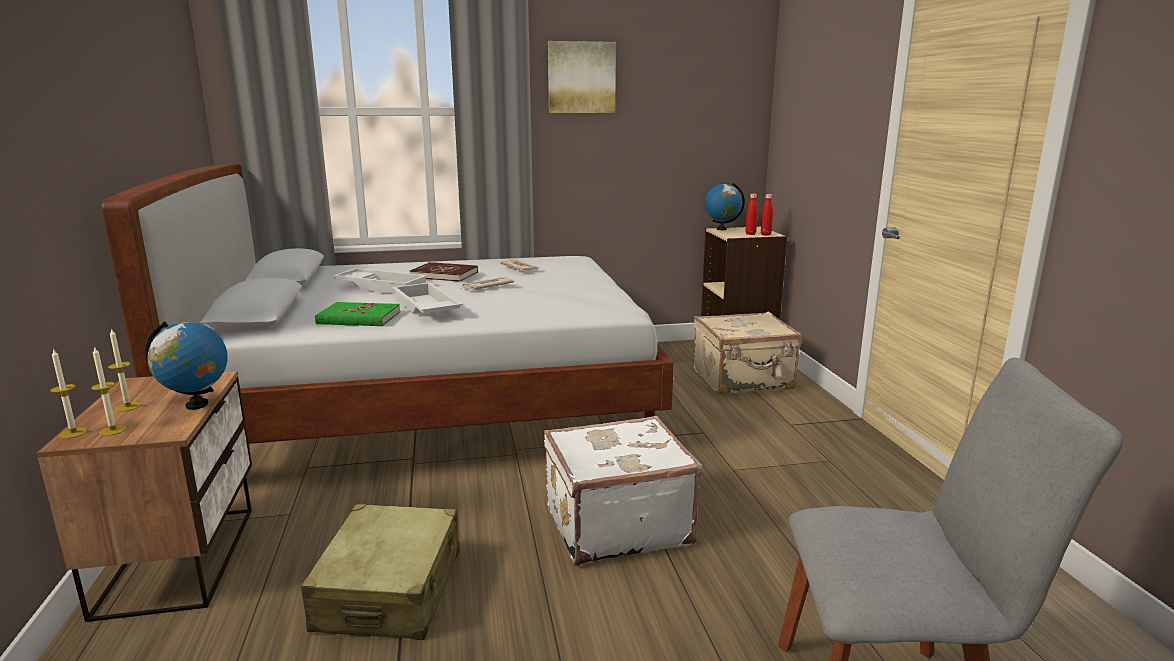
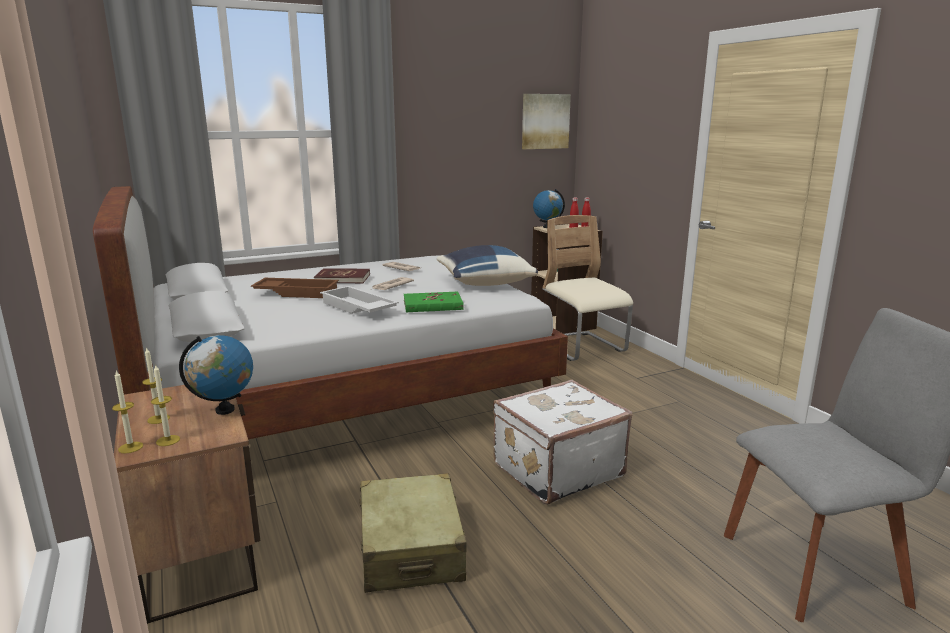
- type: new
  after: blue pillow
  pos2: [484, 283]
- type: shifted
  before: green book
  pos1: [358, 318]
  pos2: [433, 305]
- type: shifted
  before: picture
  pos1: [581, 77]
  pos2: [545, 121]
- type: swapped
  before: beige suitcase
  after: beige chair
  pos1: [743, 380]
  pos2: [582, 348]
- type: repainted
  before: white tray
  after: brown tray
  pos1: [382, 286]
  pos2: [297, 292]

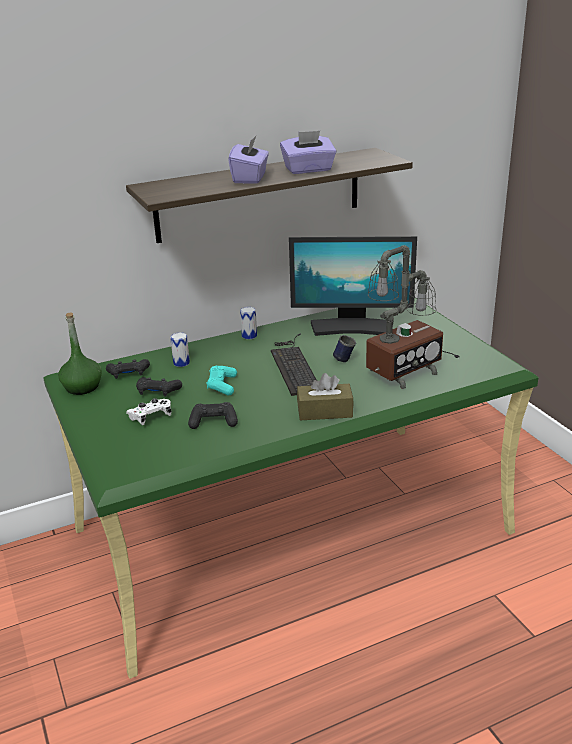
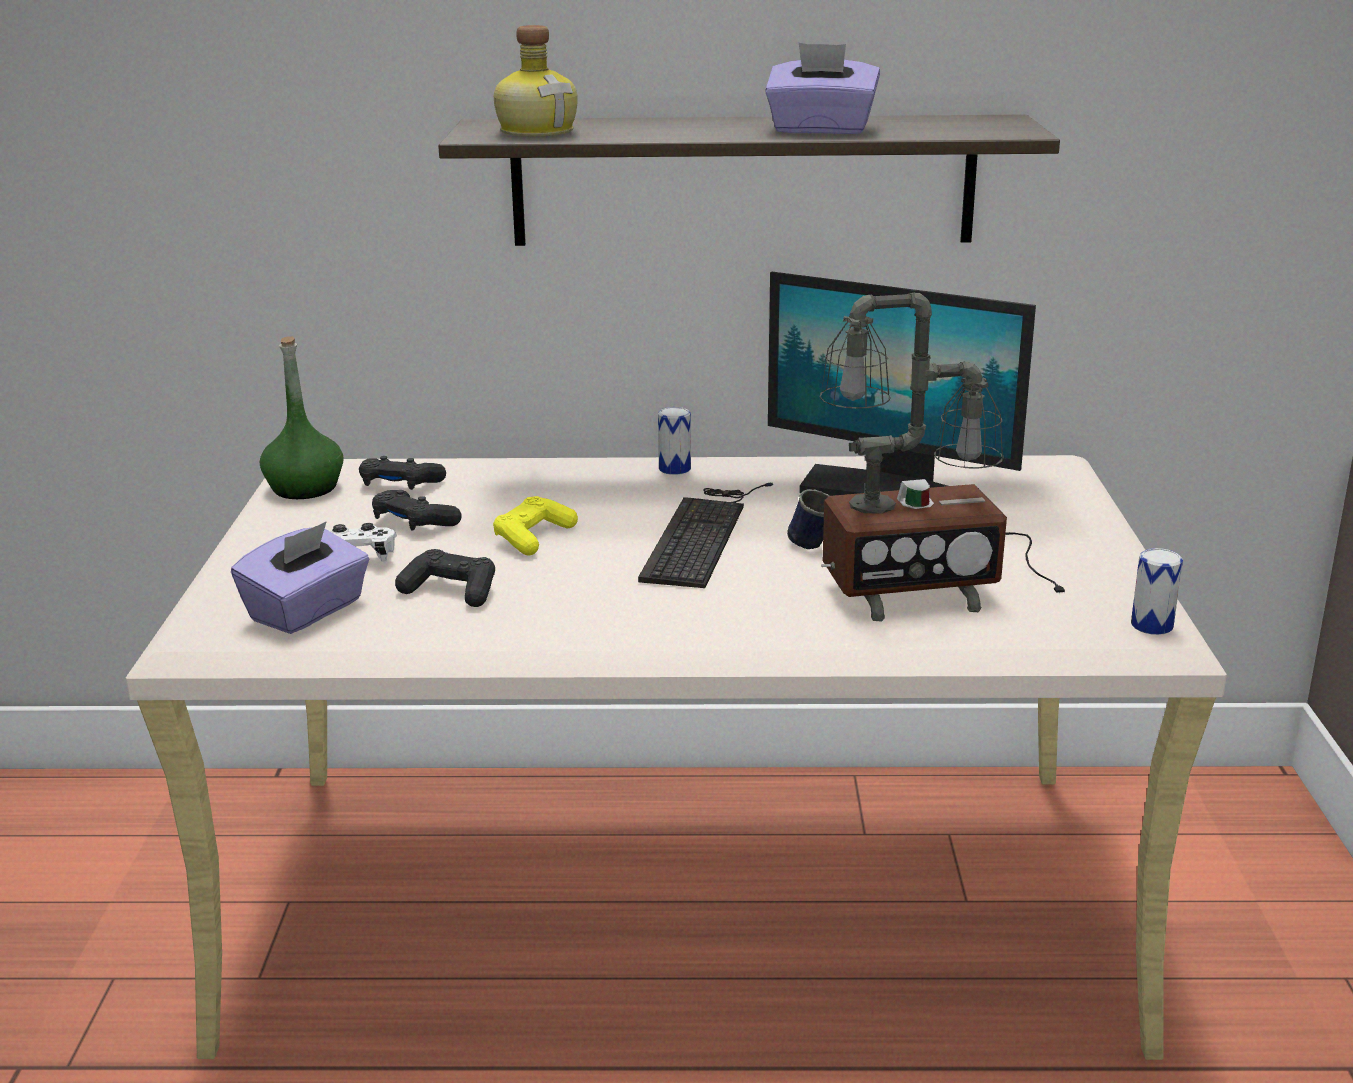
- type: gone
  before: brown tissue box
  pos1: [325, 411]
- type: new
  after: bottle
  pos2: [538, 132]
- type: shifted
  before: can
  pos1: [181, 363]
  pos2: [1152, 625]
- type: shifted
  before: purple tissue box
  pos1: [250, 178]
  pos2: [307, 611]
- type: repainted
  before: green desk
  after: beige desk
  pos1: [293, 530]
  pos2: [683, 899]
- type: repainted
  before: turquoise game controller
  after: yellow game controller
  pos1: [222, 385]
  pos2: [533, 537]

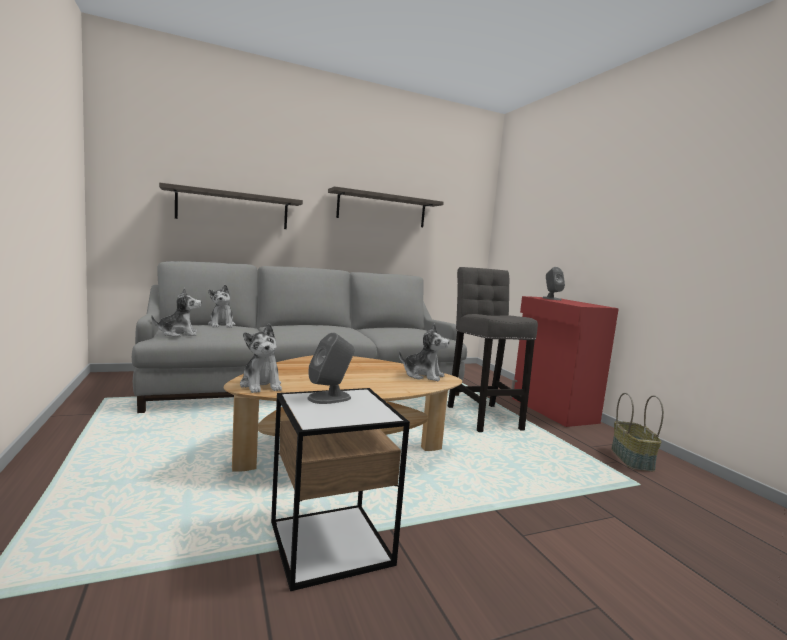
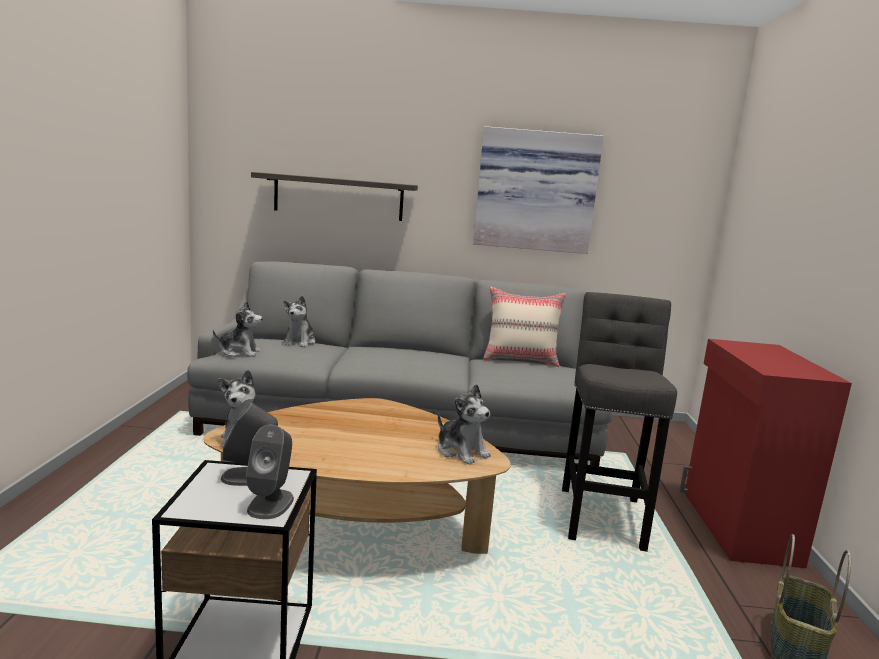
- type: new
  after: beige pillow
  pos2: [520, 360]
- type: shifted
  before: grey speaker
  pos1: [551, 298]
  pos2: [271, 503]
- type: swapped
  before: shelf
  after: picture
  pos1: [382, 209]
  pos2: [535, 191]

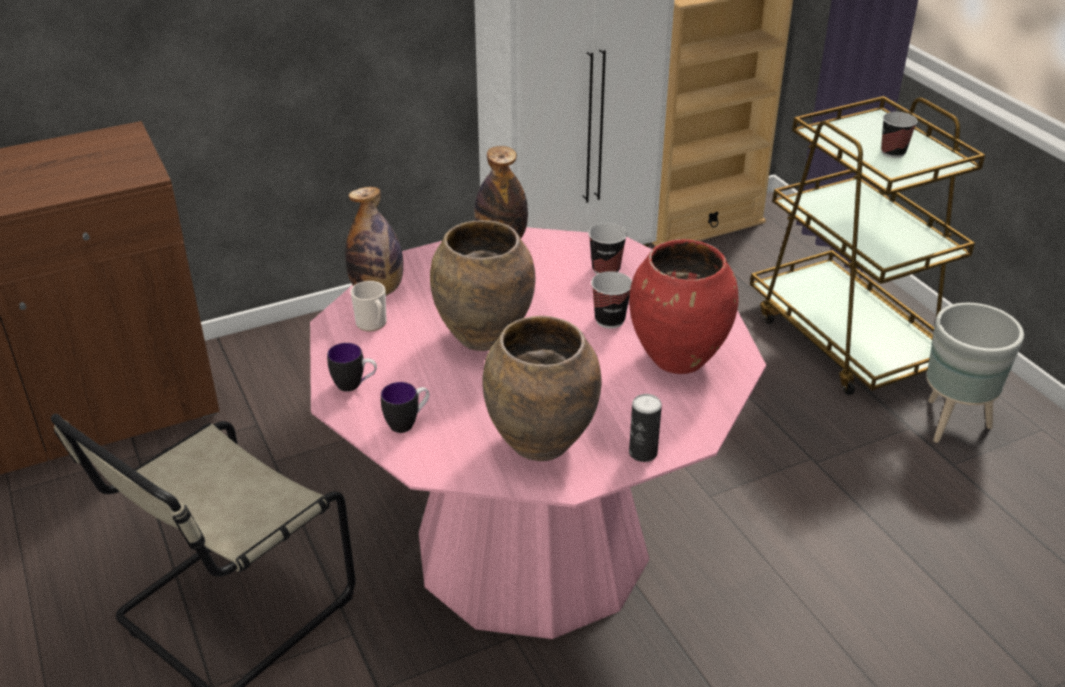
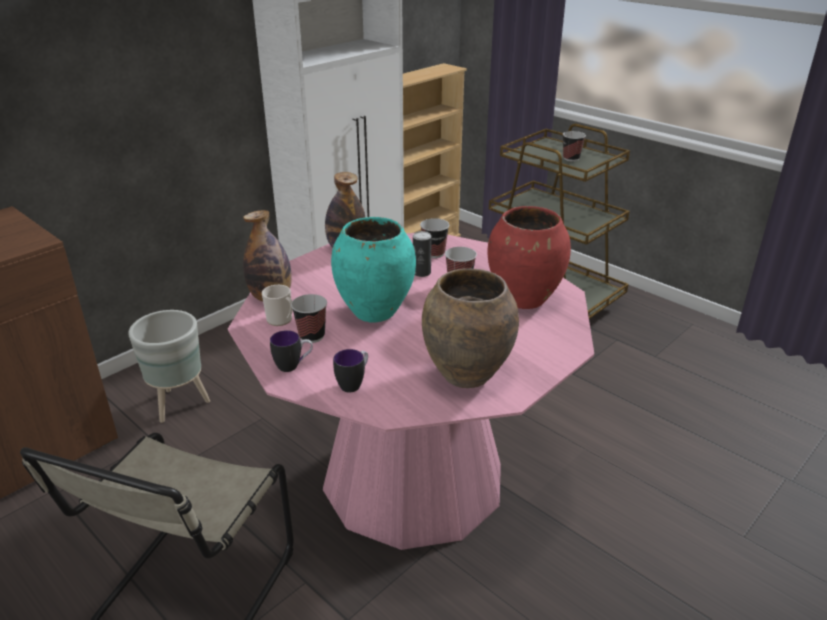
- type: new
  after: cup
  pos2: [312, 336]
- type: shifted
  before: can
  pos1: [643, 453]
  pos2: [421, 273]
- type: shifted
  before: grey planter
  pos1: [952, 422]
  pos2: [180, 404]
- type: repainted
  before: brown vase
  after: turquoise vase
  pos1: [483, 336]
  pos2: [374, 312]

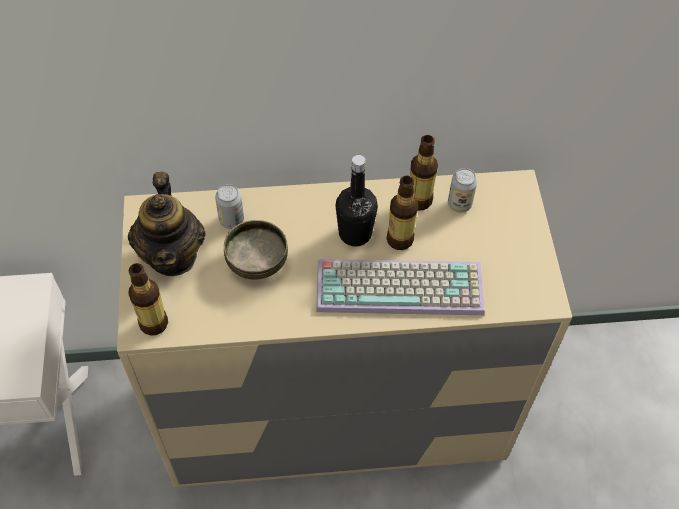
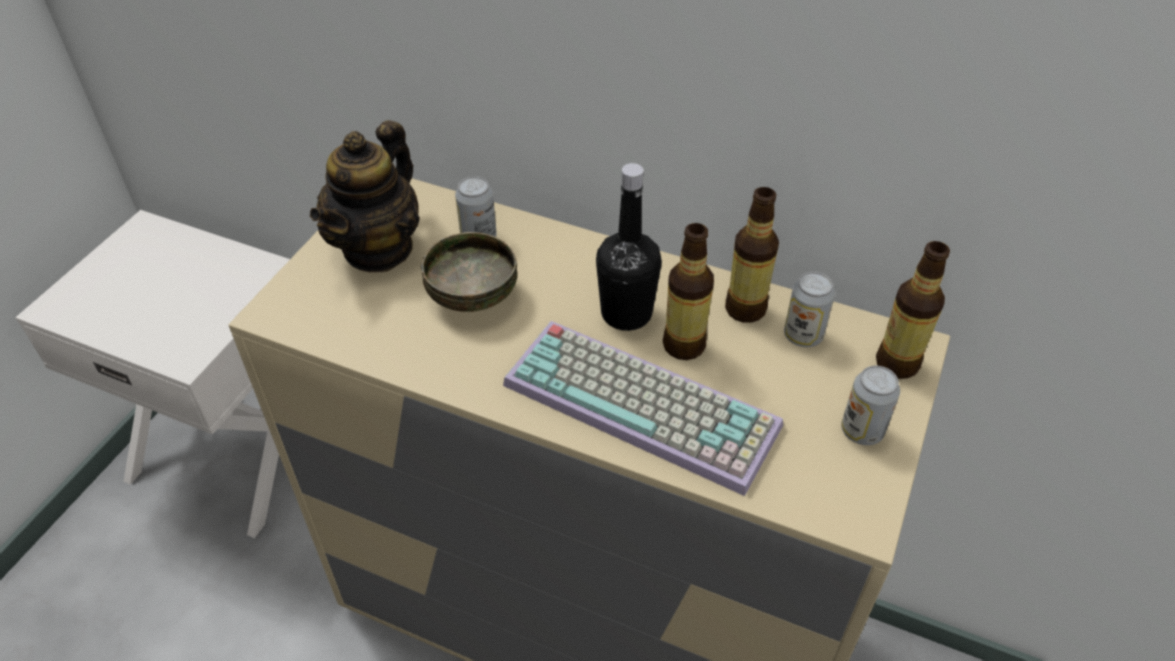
- type: new
  after: can
  pos2: [862, 431]
- type: shifted
  before: bottle
  pos1: [154, 323]
  pos2: [897, 363]

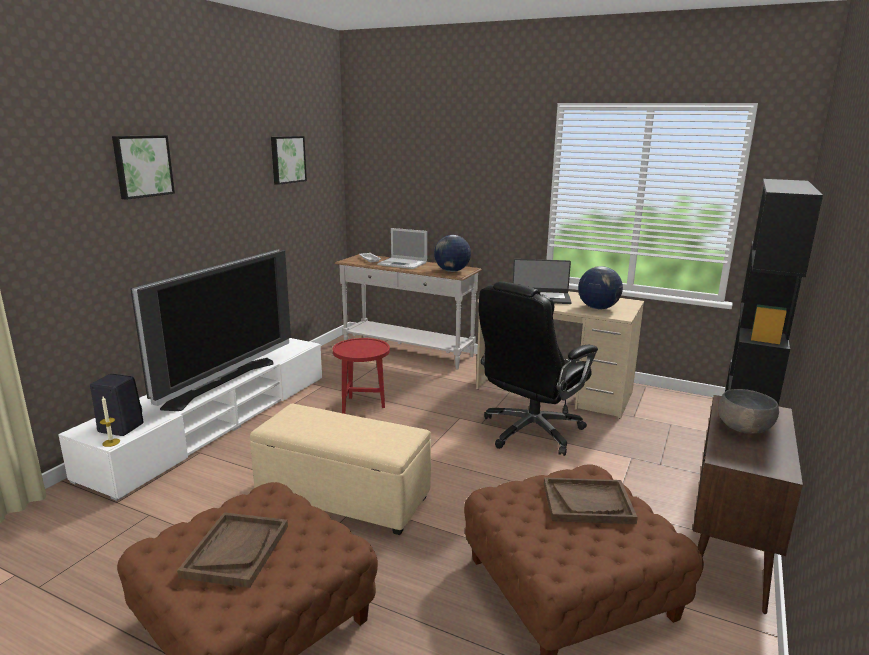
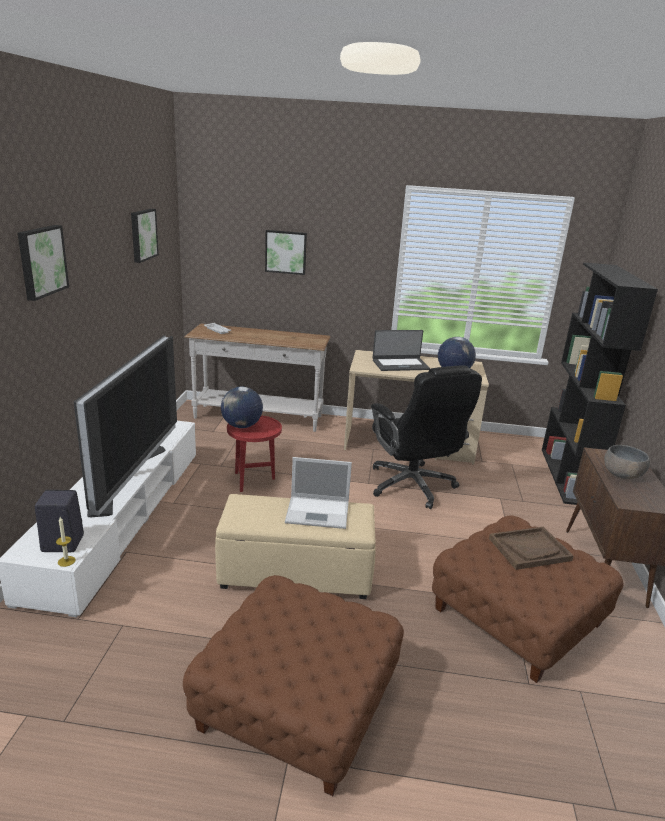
- type: gone
  before: brown tray
  pos1: [236, 550]
- type: new
  after: picture
  pos2: [286, 252]
- type: shifted
  before: laptop
  pos1: [403, 264]
  pos2: [319, 512]
- type: shifted
  before: globe
  pos1: [451, 271]
  pos2: [241, 426]
- type: rotated
  before: black office chair
  pos1: [530, 432]
  pos2: [412, 486]
  turn: -45

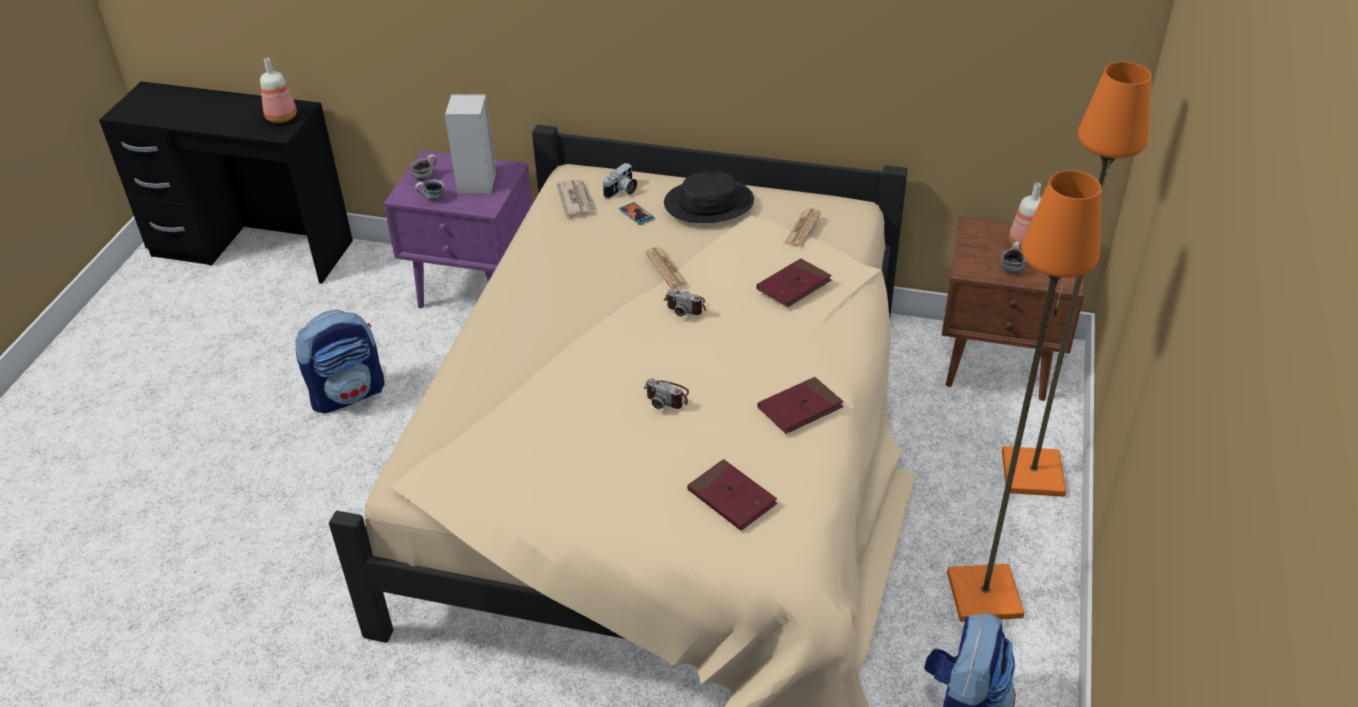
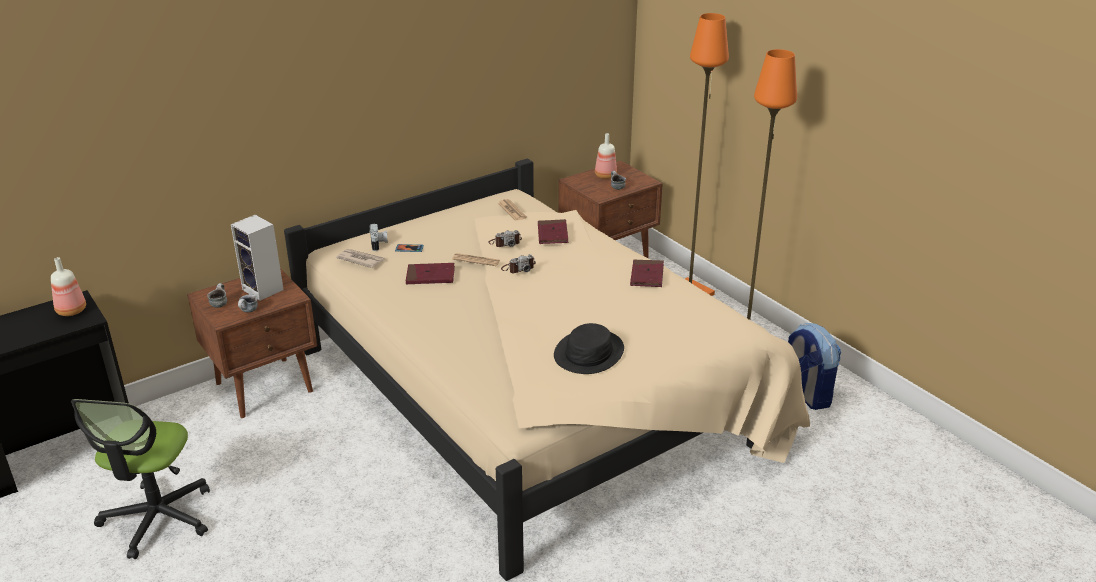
- type: gone
  before: backpack
  pos1: [348, 394]
- type: new
  after: office chair
  pos2: [157, 518]
- type: shifted
  before: photo camera
  pos1: [667, 396]
  pos2: [505, 243]
- type: shifted
  before: black hat
  pos1: [709, 203]
  pos2: [589, 353]
- type: shifted
  before: red book
  pos1: [731, 498]
  pos2: [430, 276]
- type: repainted
  before: purple nightstand
  after: brown nightstand
  pos1: [475, 289]
  pos2: [266, 387]

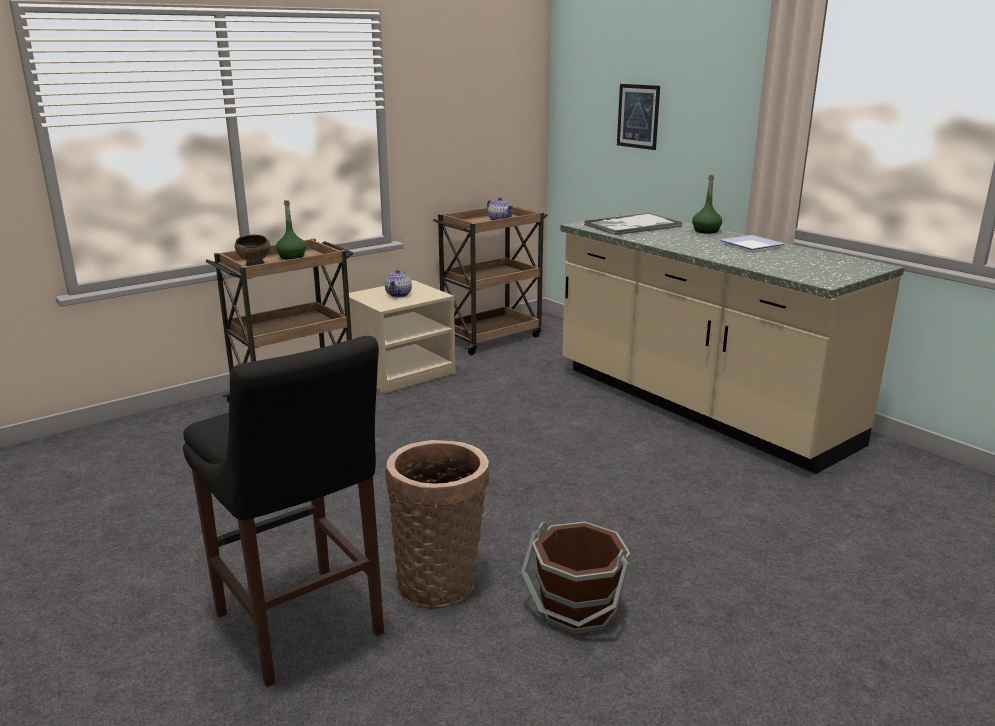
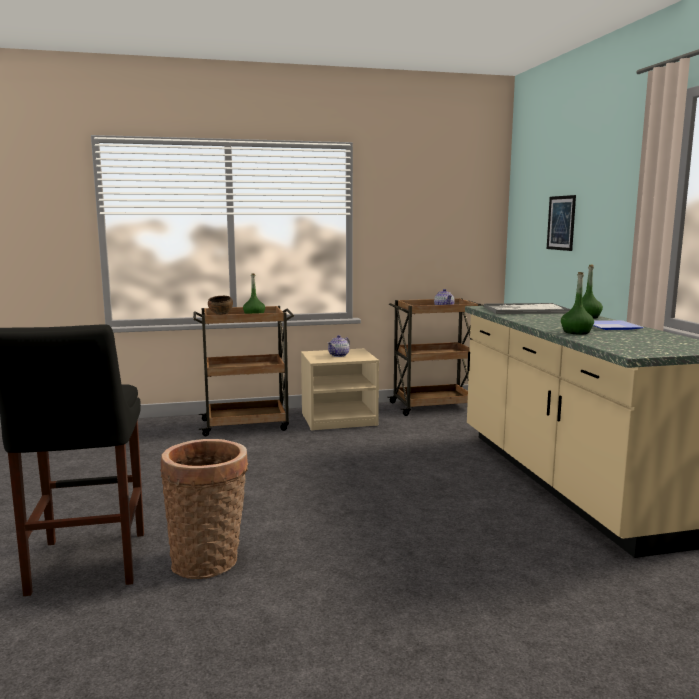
- type: gone
  before: brown bucket
  pos1: [577, 610]
- type: new
  after: green bottle
  pos2: [576, 332]

